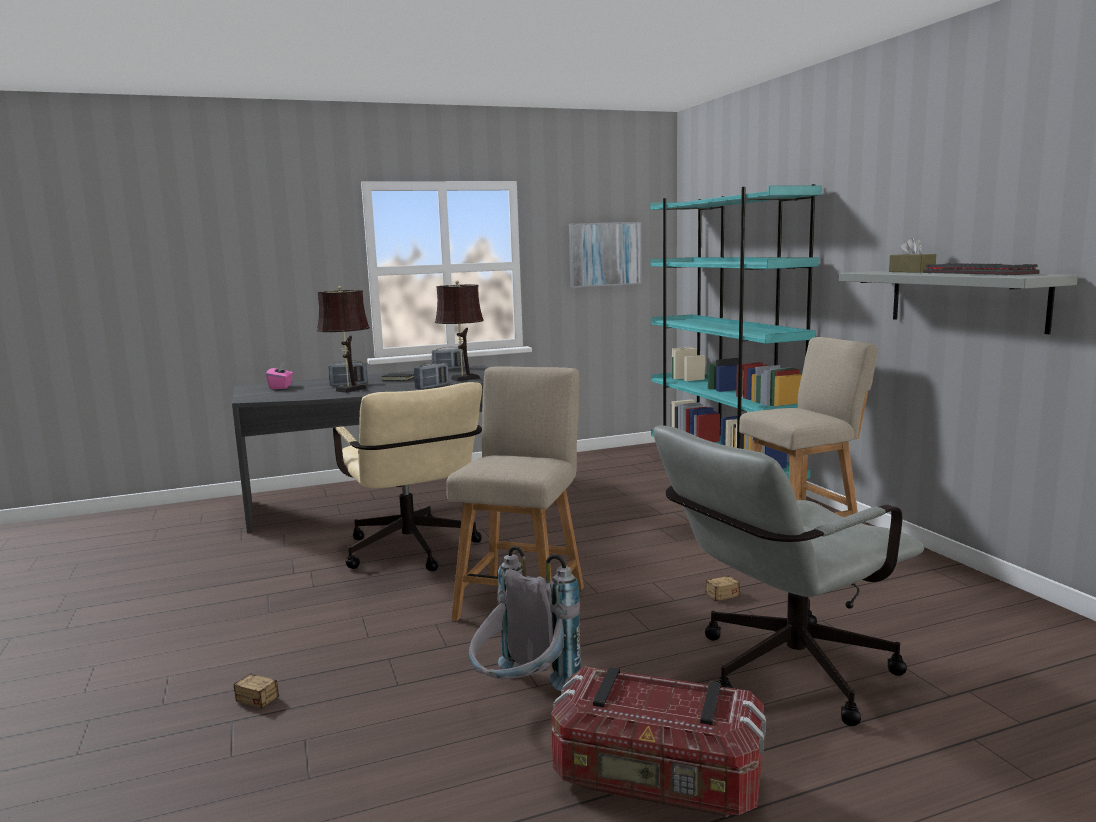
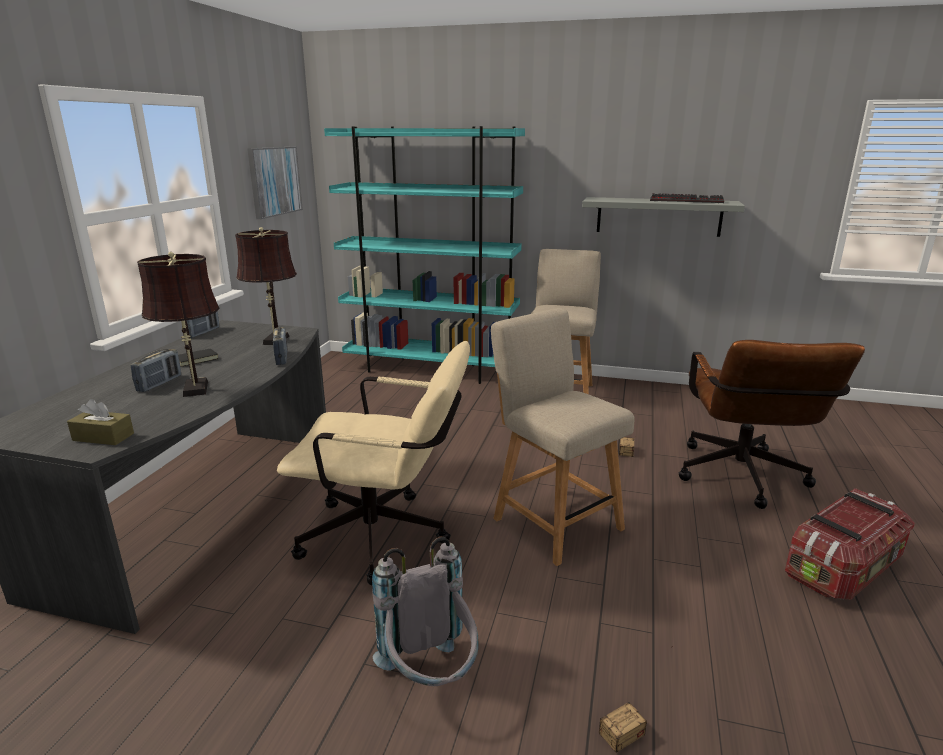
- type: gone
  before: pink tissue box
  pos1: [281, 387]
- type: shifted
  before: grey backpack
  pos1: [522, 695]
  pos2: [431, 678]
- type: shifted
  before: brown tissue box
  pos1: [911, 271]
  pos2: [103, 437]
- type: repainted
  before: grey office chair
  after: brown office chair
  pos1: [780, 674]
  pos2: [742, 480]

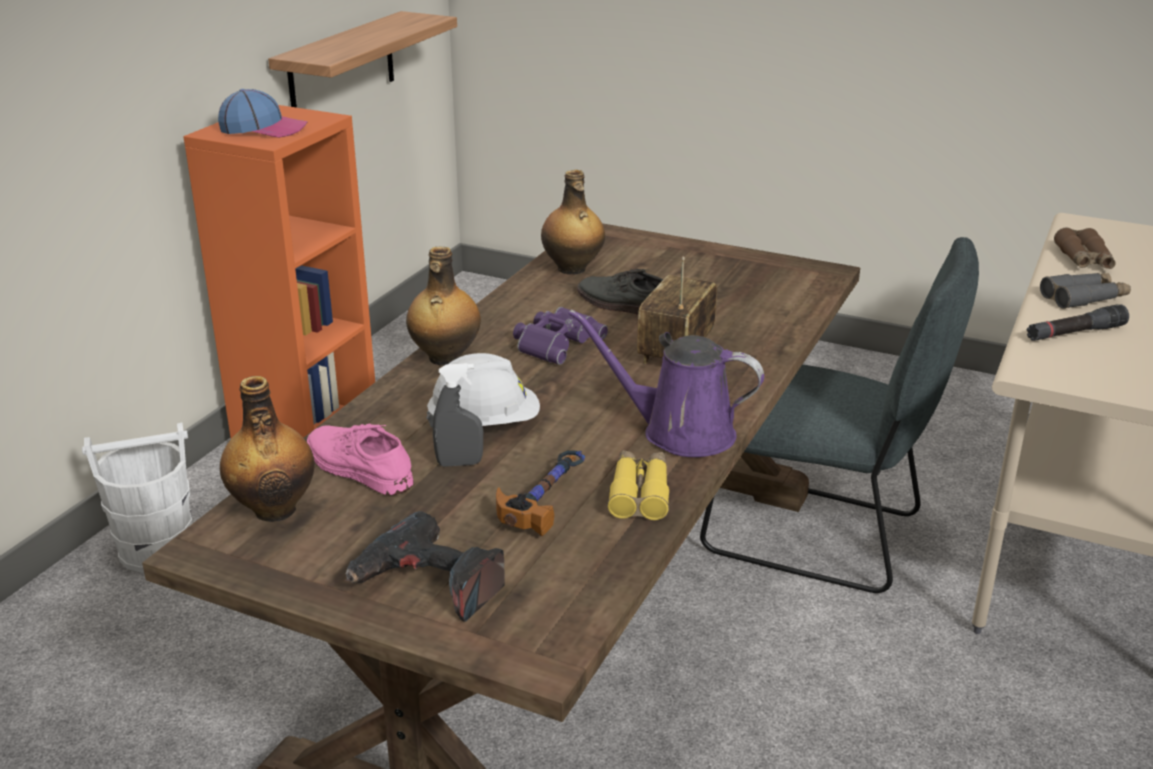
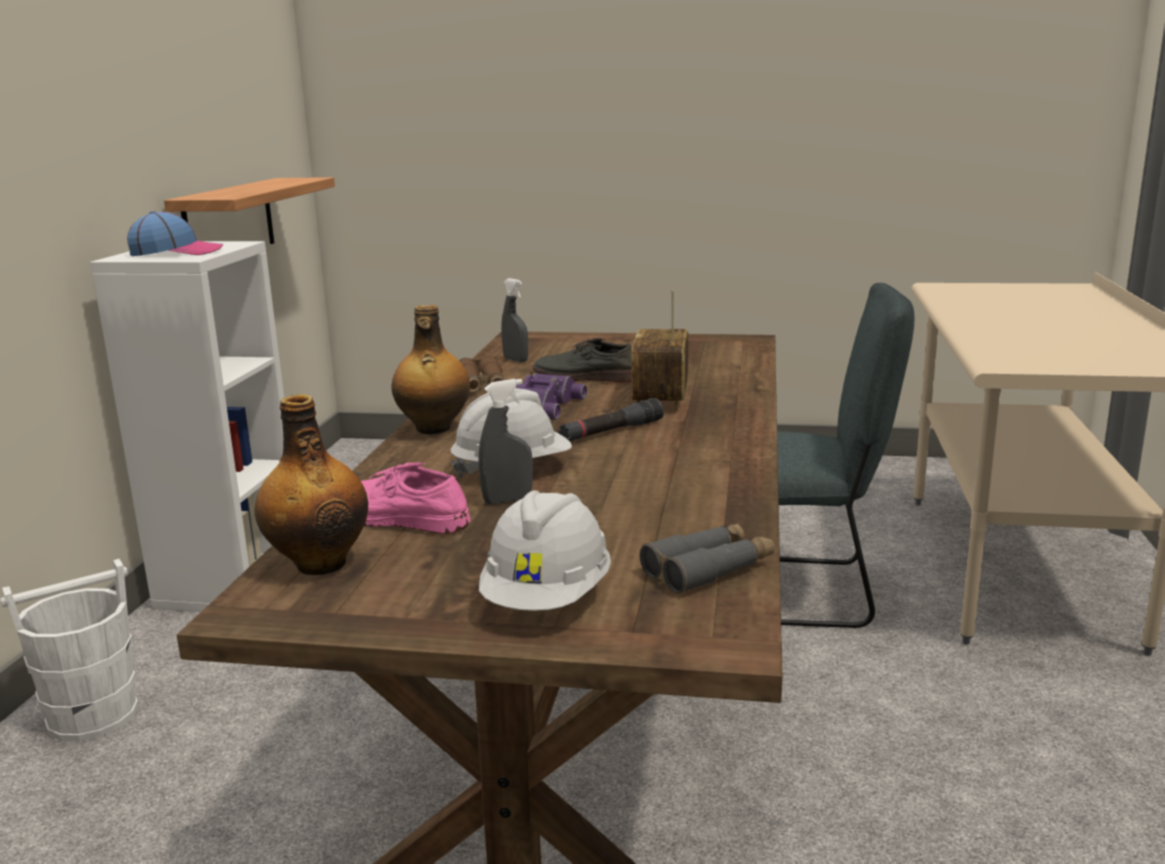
- type: gone
  before: hammer
  pos1: [544, 499]
- type: gone
  before: purple watering can
  pos1: [679, 432]
- type: gone
  before: yellow binoculars
  pos1: [639, 493]
- type: shifted
  before: black flashlight
  pos1: [1075, 333]
  pos2: [611, 432]
- type: shifted
  before: grey binoculars
  pos1: [1084, 298]
  pos2: [709, 569]
- type: shifted
  before: brown binoculars
  pos1: [1084, 259]
  pos2: [482, 386]
- type: swapped
  before: power drill
  after: white hard hat
  pos1: [429, 584]
  pos2: [547, 598]
- type: swapped
  before: bottle
  after: grey spray bottle
  pos1: [572, 269]
  pos2: [515, 360]
- type: repainted
  before: orange bookcase
  after: white bookcase
  pos1: [306, 430]
  pos2: [230, 582]

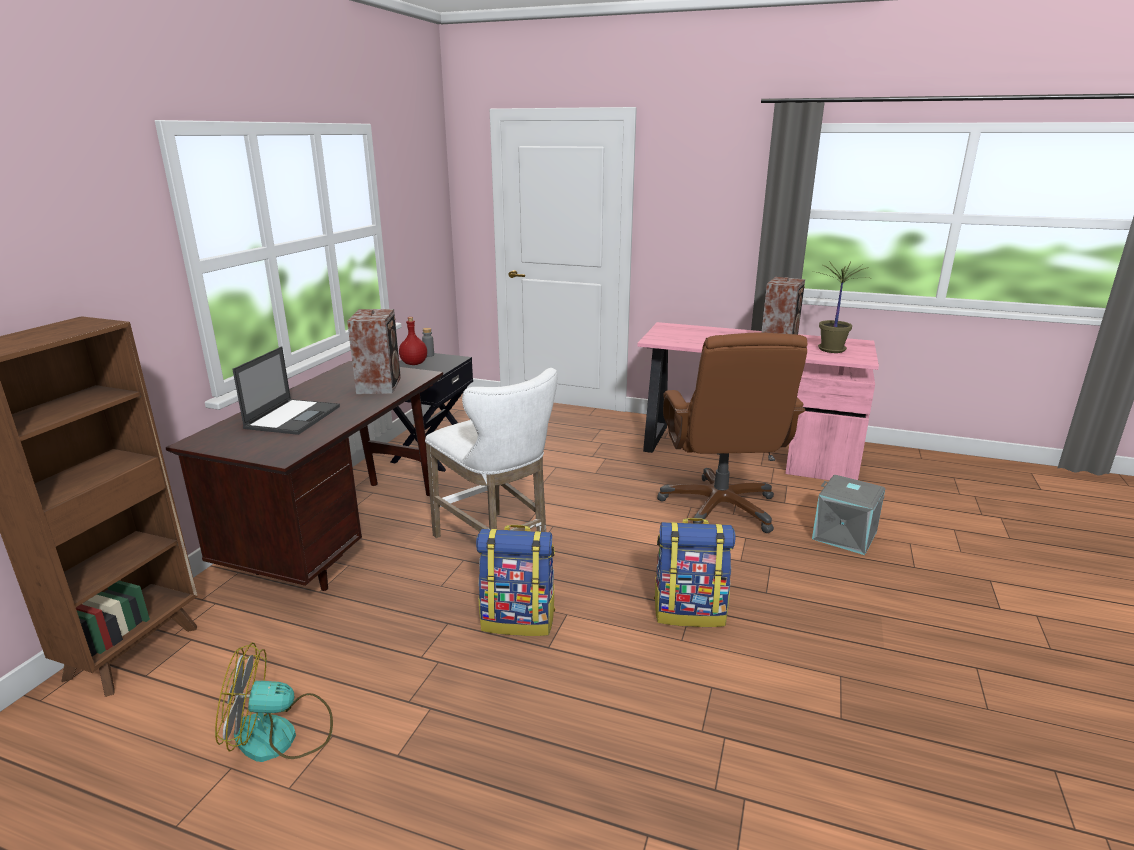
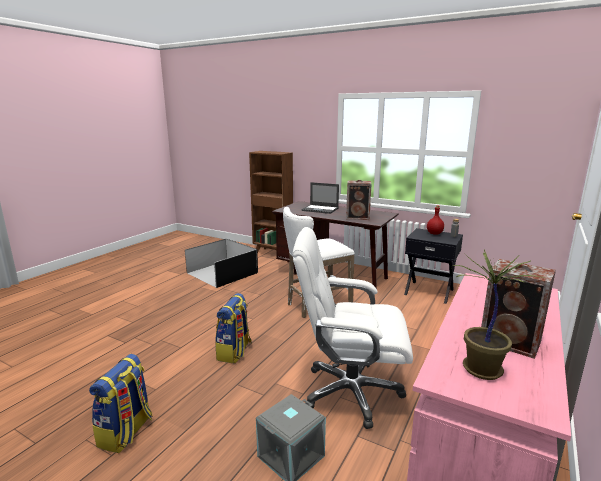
- type: shifted
  before: backpack
  pos1: [518, 620]
  pos2: [126, 432]
- type: swapped
  before: fan
  after: black storage box
  pos1: [281, 736]
  pos2: [221, 273]
- type: repainted
  before: brown office chair
  after: white office chair
  pos1: [719, 508]
  pos2: [350, 392]

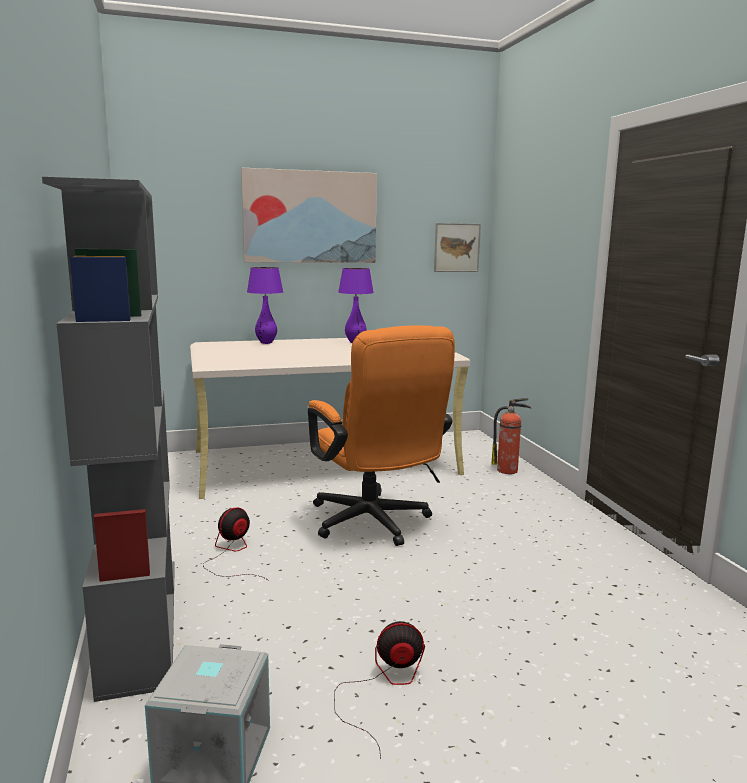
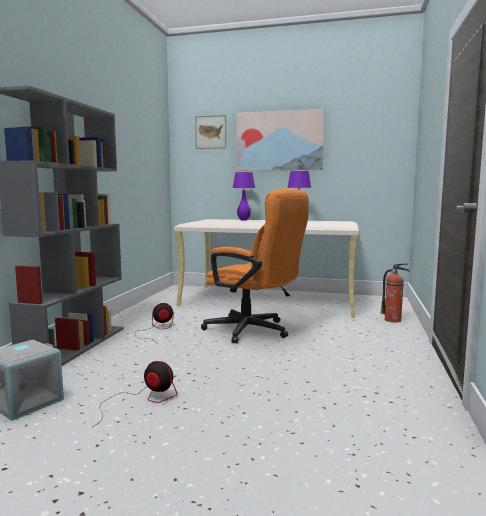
- type: shifted
  before: picture
  pos1: [456, 247]
  pos2: [210, 132]
- type: rotated
  before: orange office chair
  pos1: [374, 524]
  pos2: [254, 331]
  turn: -60

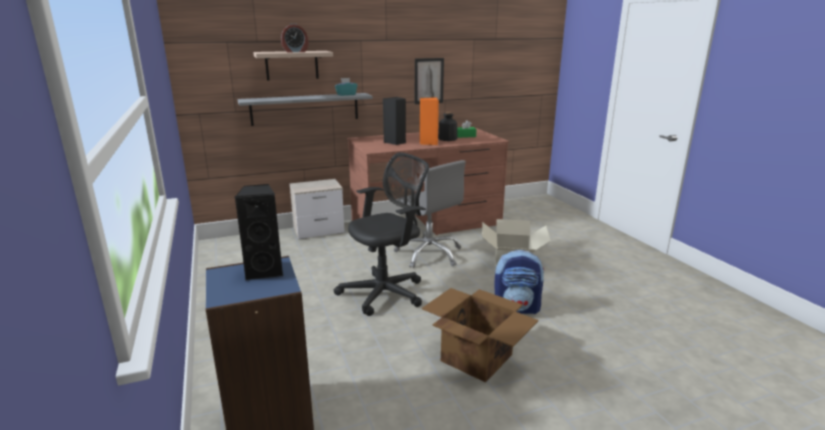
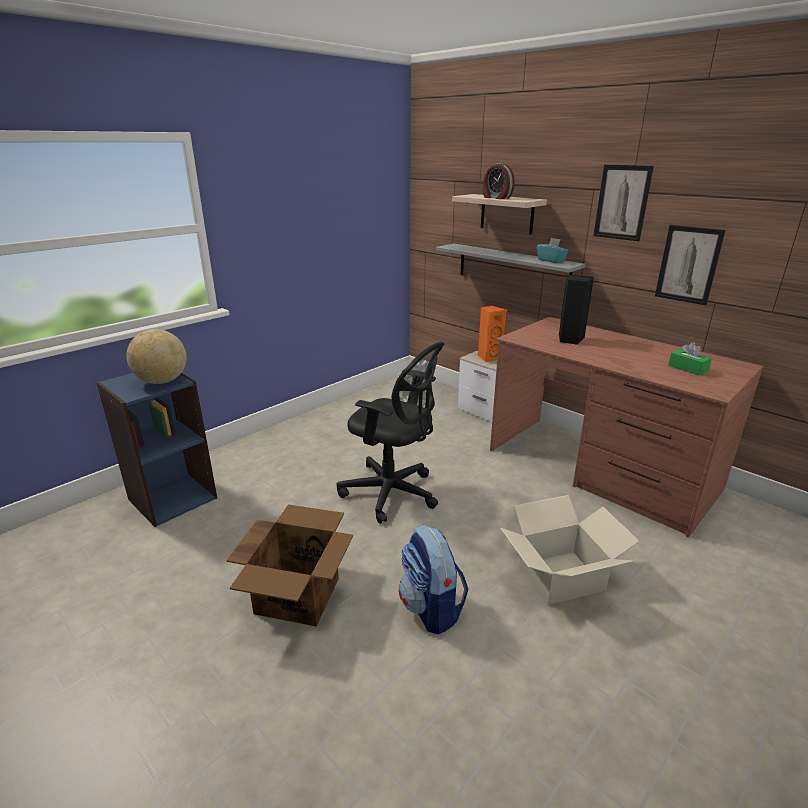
- type: gone
  before: grey office chair
  pos1: [429, 254]
- type: gone
  before: bottle
  pos1: [447, 139]
- type: new
  after: picture
  pos2: [622, 202]
- type: shifted
  before: orange speaker
  pos1: [428, 143]
  pos2: [489, 357]
- type: swapped
  before: black speaker
  after: globe
  pos1: [265, 271]
  pos2: [162, 381]

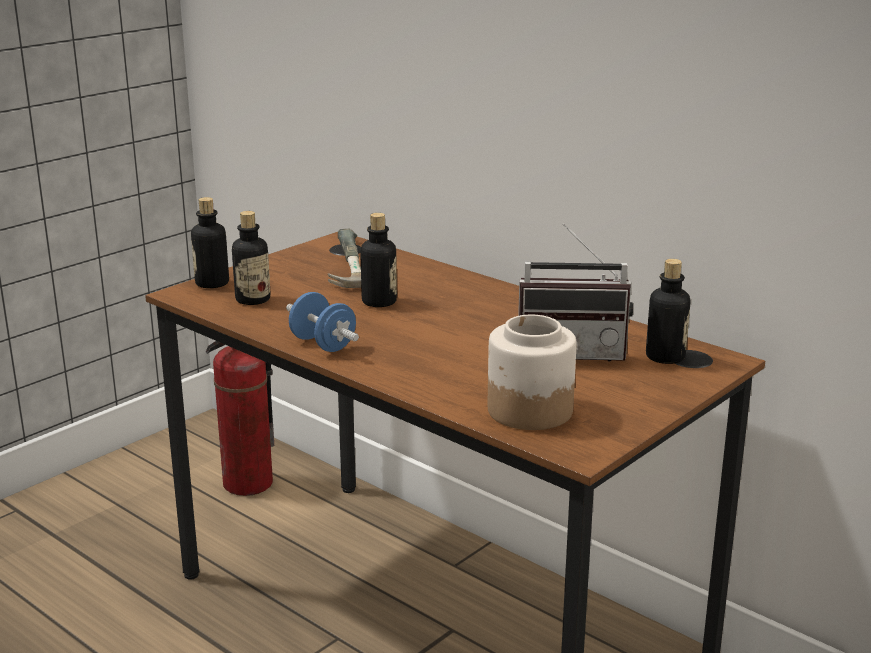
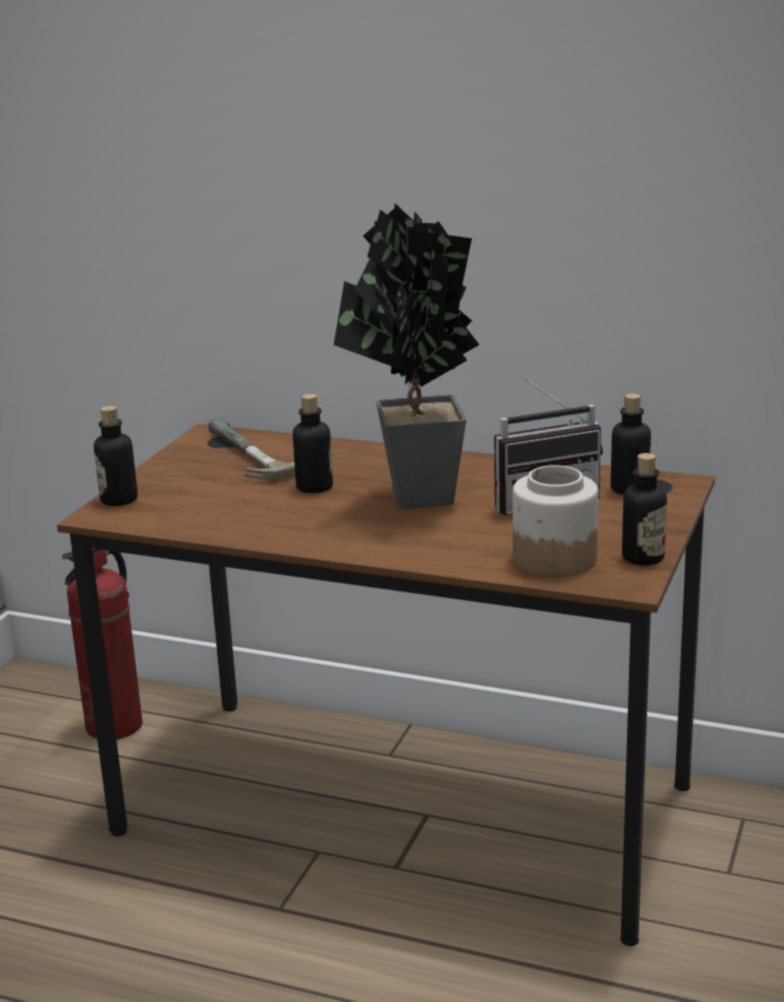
- type: gone
  before: blue dumbbell
  pos1: [323, 344]
- type: new
  after: potted plant
  pos2: [417, 501]
- type: shifted
  before: bottle
  pos1: [253, 299]
  pos2: [643, 558]

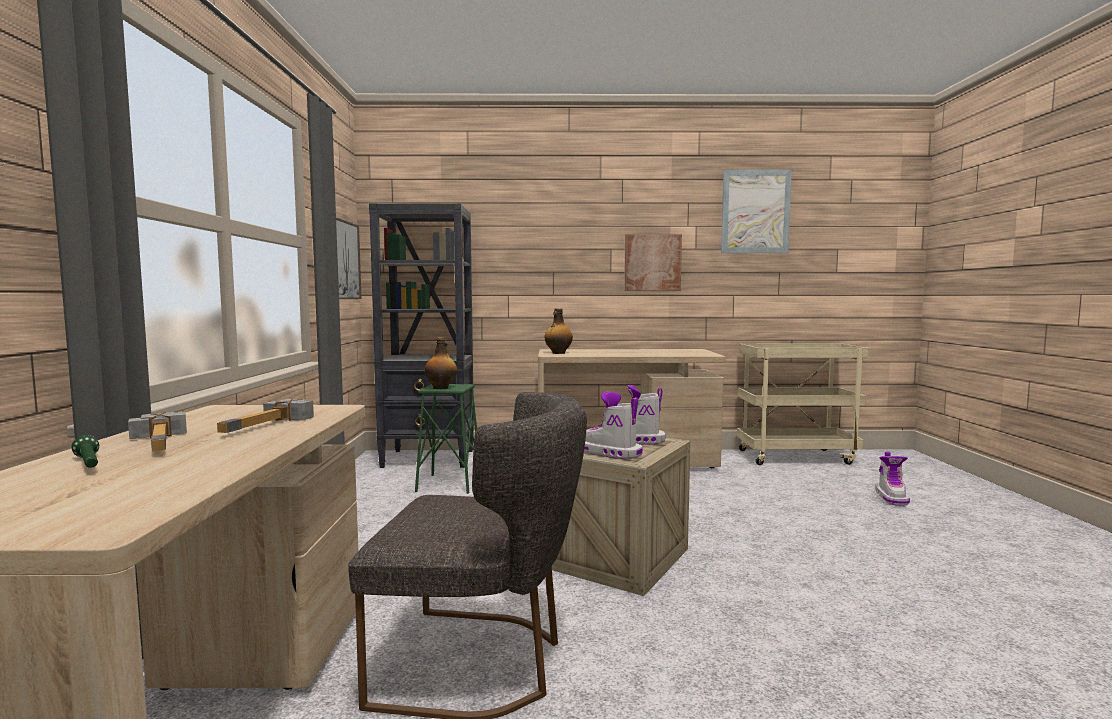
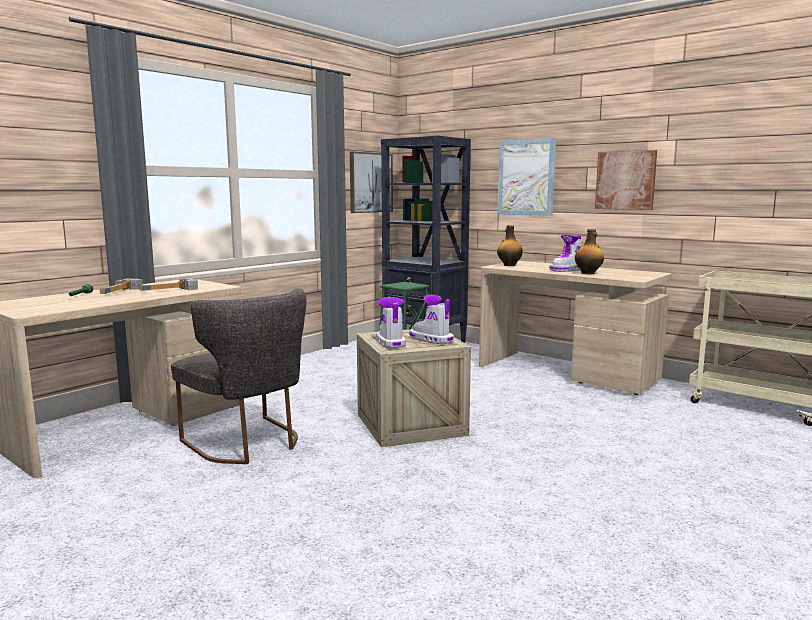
- type: shifted
  before: bottle
  pos1: [441, 388]
  pos2: [588, 273]
- type: shifted
  before: picture
  pos1: [755, 211]
  pos2: [526, 177]
- type: shifted
  before: boot
  pos1: [891, 498]
  pos2: [567, 270]

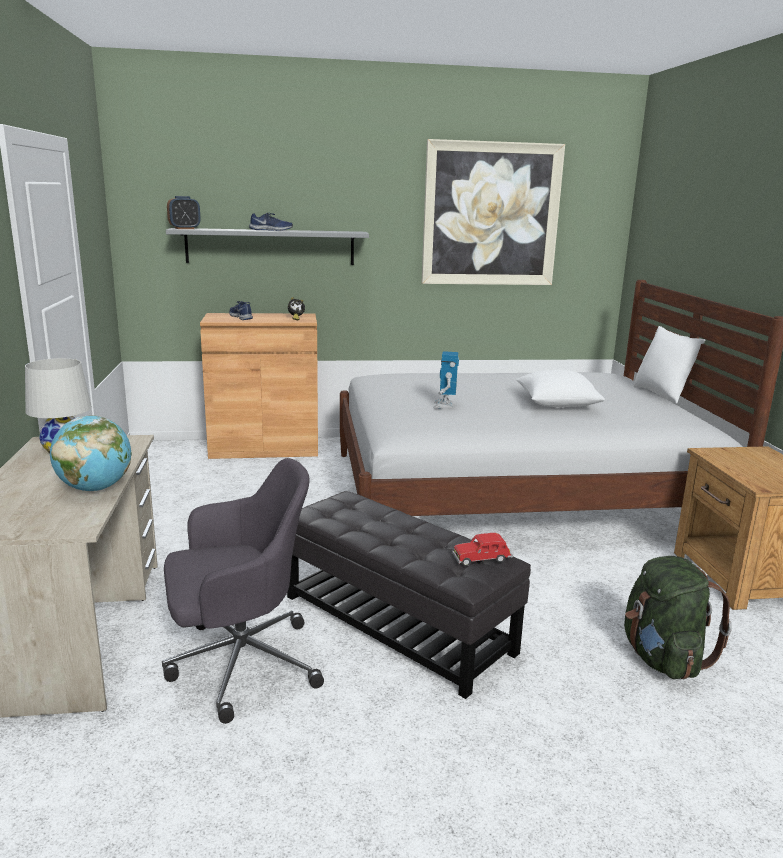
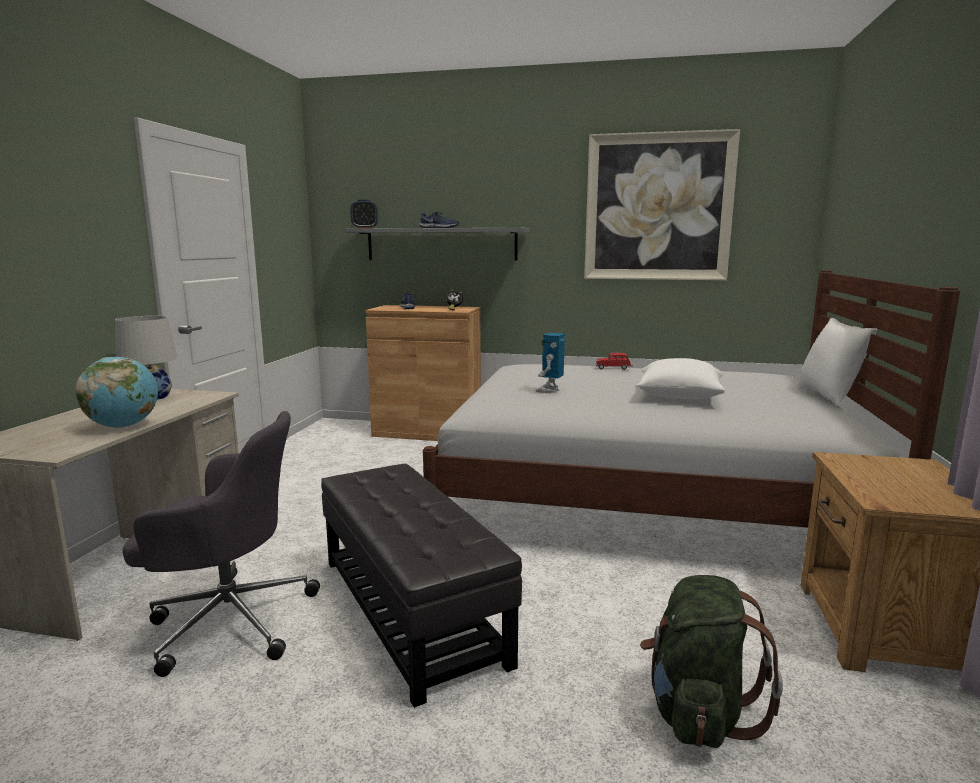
- type: shifted
  before: red toy car
  pos1: [482, 559]
  pos2: [613, 368]

